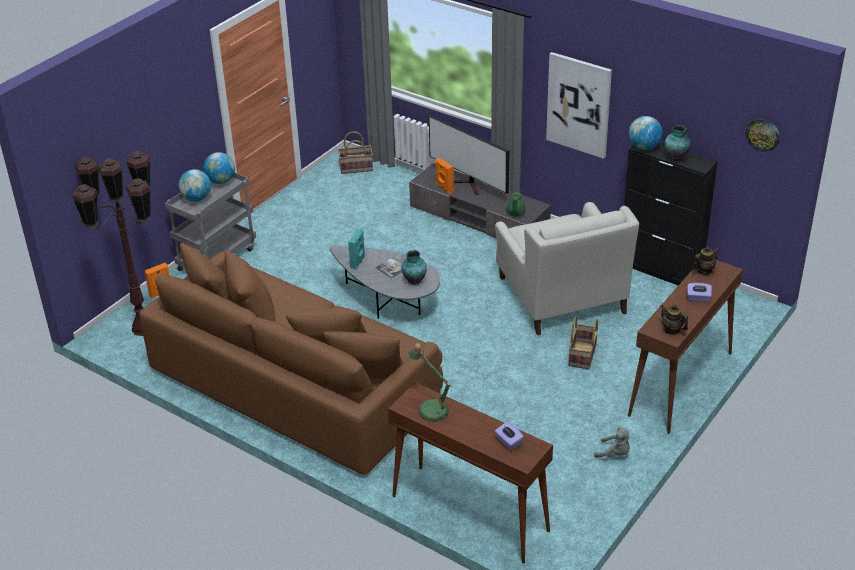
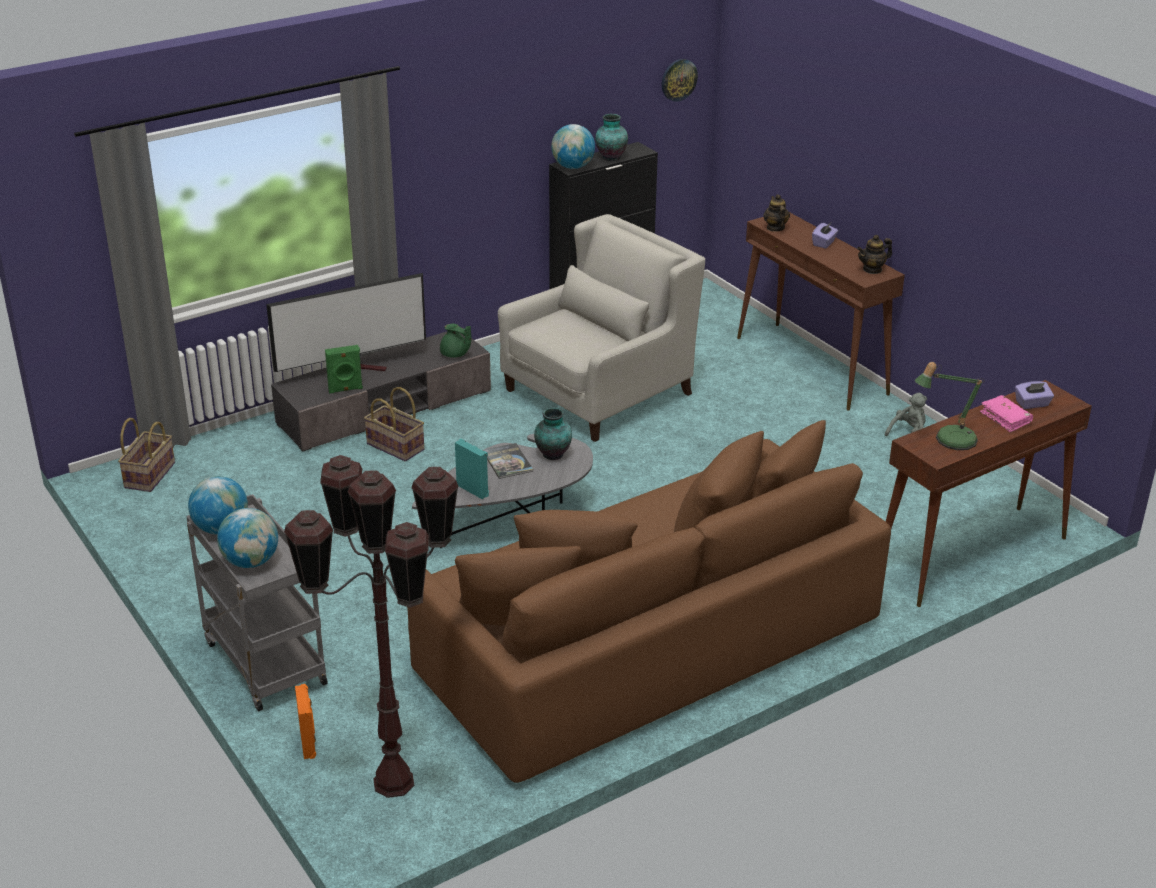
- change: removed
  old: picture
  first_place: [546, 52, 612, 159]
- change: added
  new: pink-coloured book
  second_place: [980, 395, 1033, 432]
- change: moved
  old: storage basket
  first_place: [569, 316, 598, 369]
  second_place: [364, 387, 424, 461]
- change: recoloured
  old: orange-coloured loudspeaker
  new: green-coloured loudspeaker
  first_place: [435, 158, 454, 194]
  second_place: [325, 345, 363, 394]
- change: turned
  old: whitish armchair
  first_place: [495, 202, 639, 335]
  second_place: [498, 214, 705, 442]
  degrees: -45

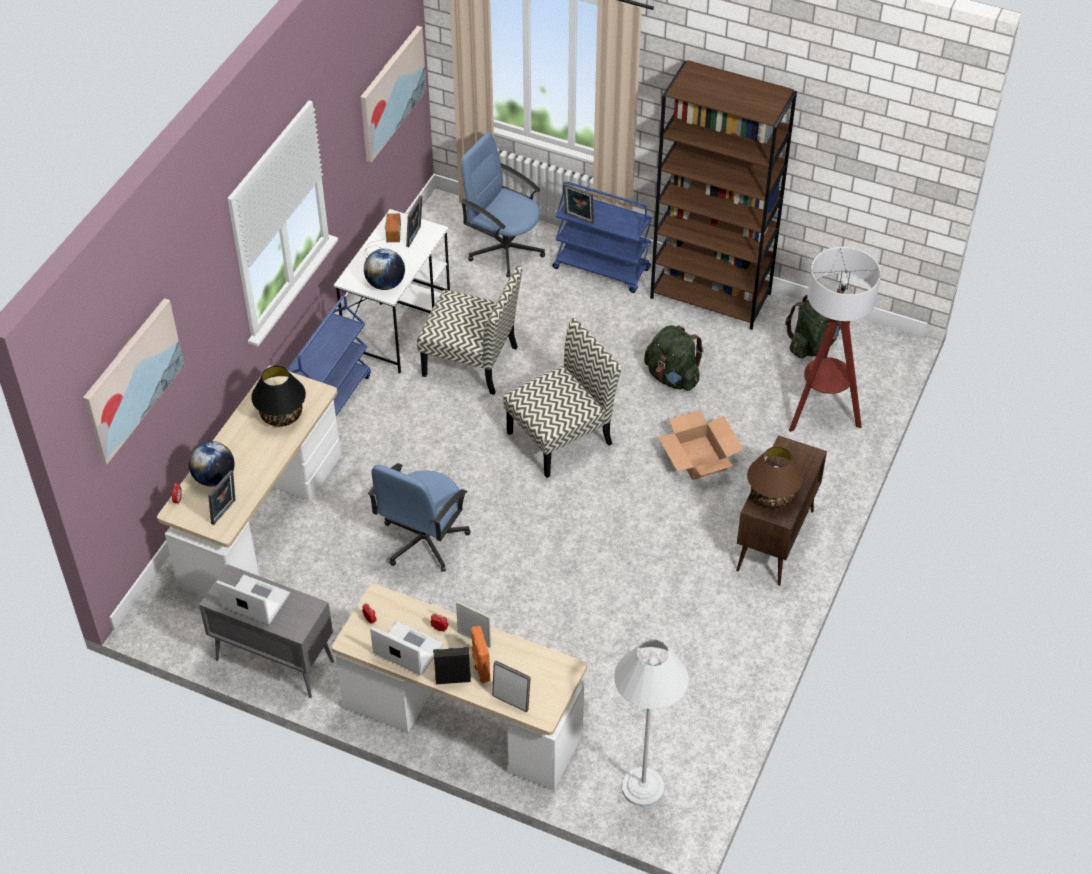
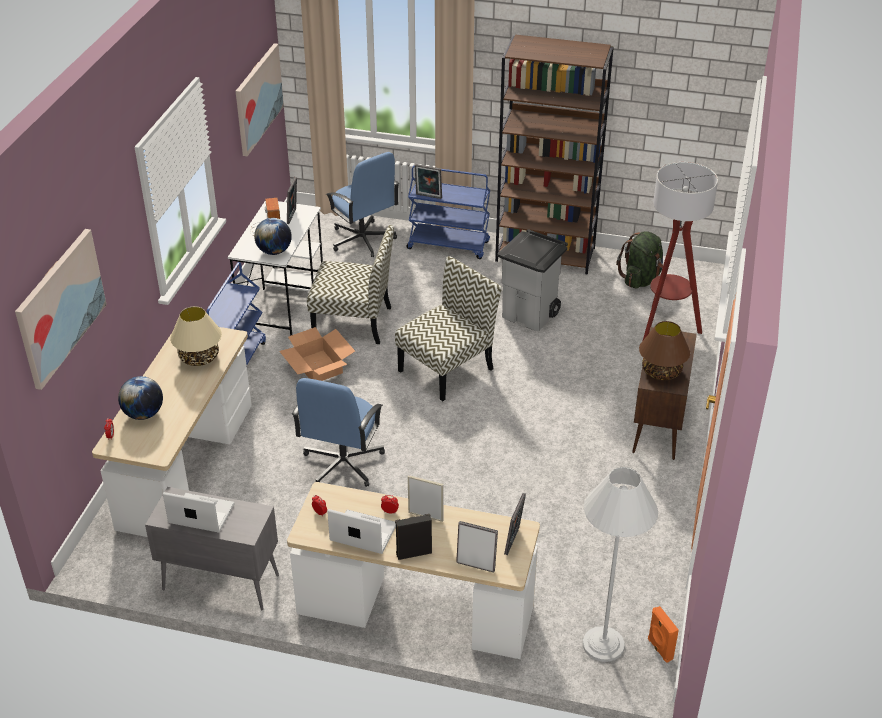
- change: moved
  old: standing frame
  first_place: [208, 470, 235, 525]
  second_place: [504, 493, 526, 555]
- change: moved
  old: orange-coloured loudspeaker
  first_place: [471, 626, 490, 683]
  second_place: [648, 606, 679, 663]
- change: moved
  old: cardboard box
  first_place: [658, 410, 743, 480]
  second_place: [279, 327, 355, 381]
- change: replaced
  old: green-coloured knapsack
  new: greyish rubbish bin
  first_place: [644, 325, 704, 391]
  second_place: [497, 229, 568, 331]
- change: recoloured
  old: black lamp for a table
  new: beige lamp for a table
  first_place: [251, 366, 306, 427]
  second_place: [170, 306, 222, 366]
- change: turned
  old: blue office chair
  first_place: [460, 133, 545, 278]
  second_place: [326, 152, 399, 257]
  degrees: -150

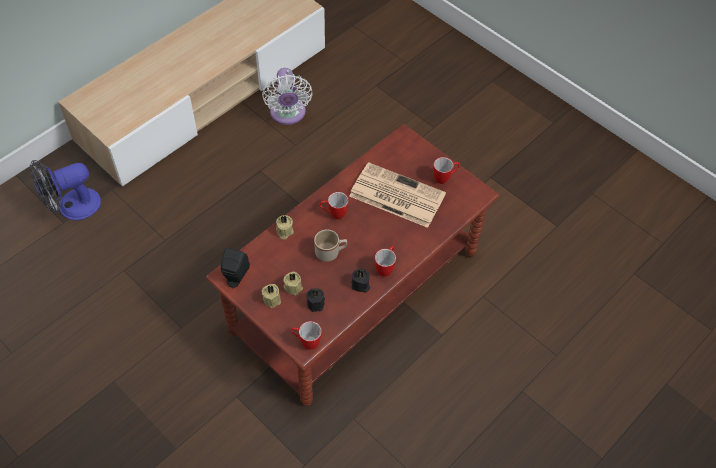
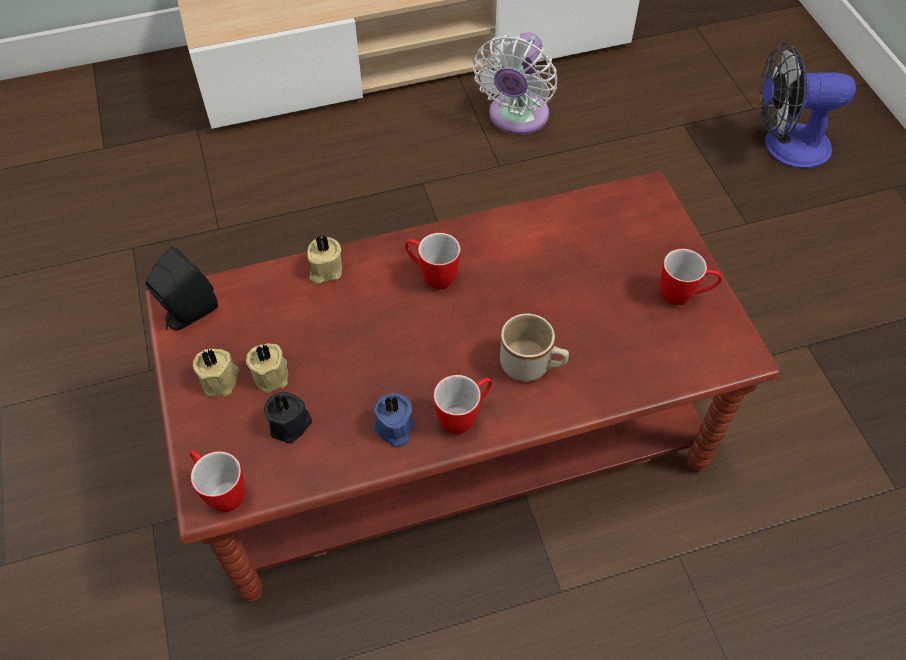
- change: removed
  old: daily paper
  first_place: [349, 162, 446, 228]
- change: moved
  old: cooling fan
  first_place: [30, 160, 101, 220]
  second_place: [759, 43, 856, 169]
- change: moved
  old: beige coffee mug
  first_place: [314, 230, 347, 262]
  second_place: [500, 313, 569, 381]
- change: recoloured
  old: black candle
  new: blue candle
  first_place: [352, 269, 370, 293]
  second_place: [374, 393, 415, 447]

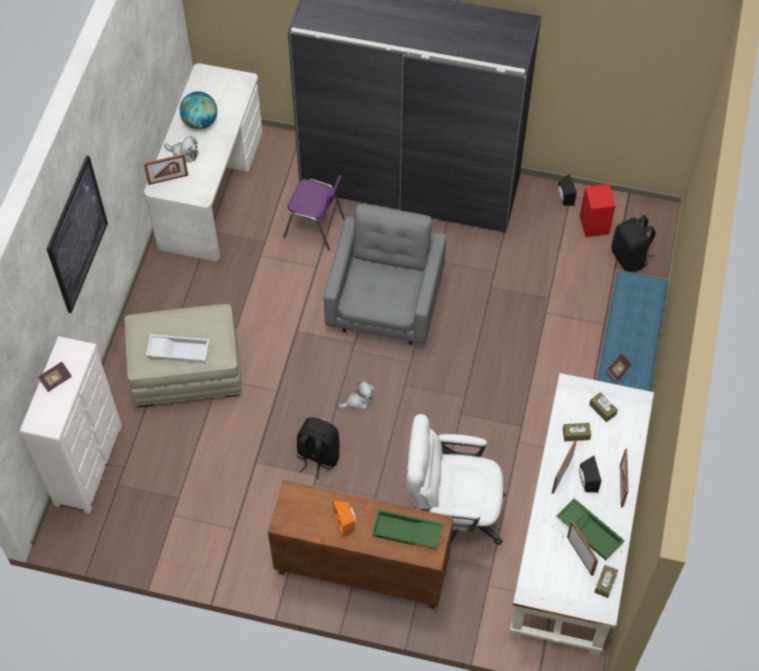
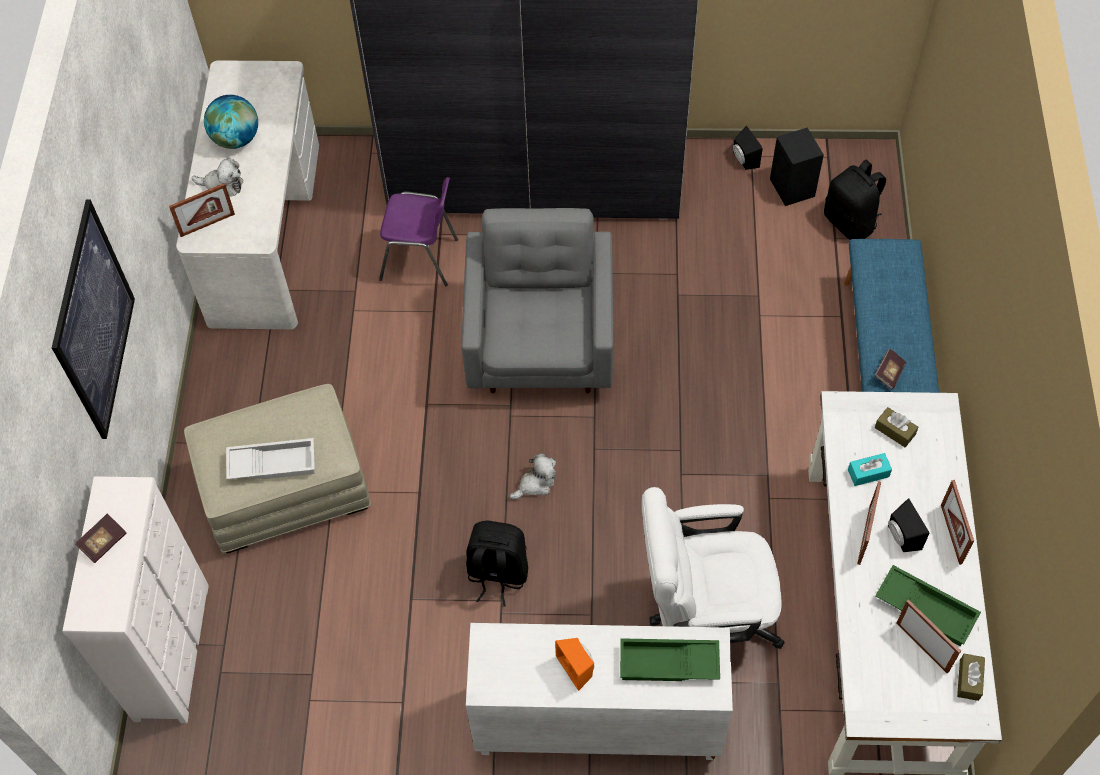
- change: recoloured
  old: brown-coloured cabinet
  new: whitish cabinet
  first_place: [268, 480, 453, 609]
  second_place: [466, 623, 733, 760]
- change: recoloured
  old: brown-coloured box of tissues
  new: turquoise box of tissues
  first_place: [563, 423, 591, 441]
  second_place: [848, 453, 892, 486]
- change: recoloured
  old: red loudspeaker
  new: black loudspeaker
  first_place: [580, 184, 616, 237]
  second_place: [770, 128, 824, 206]

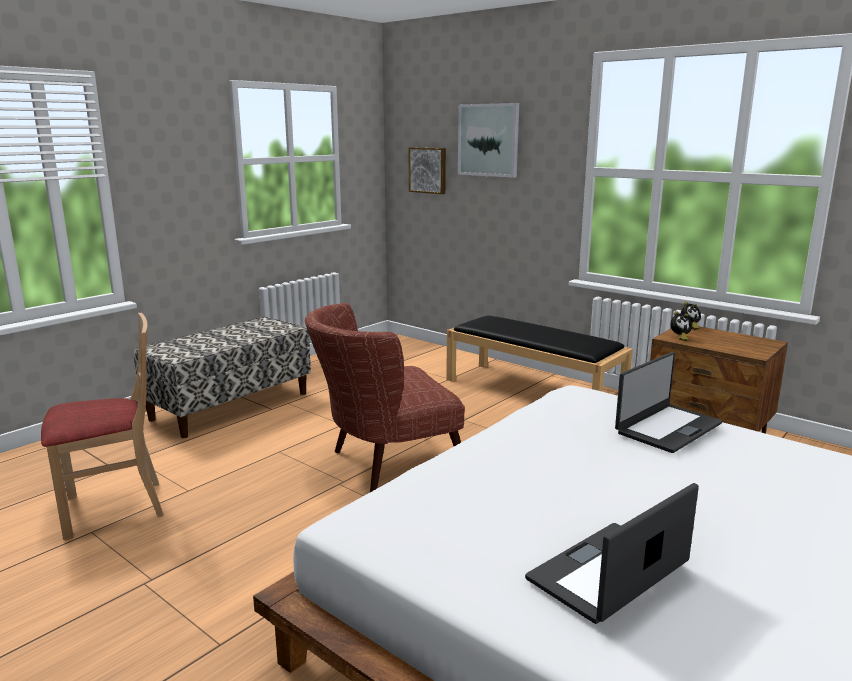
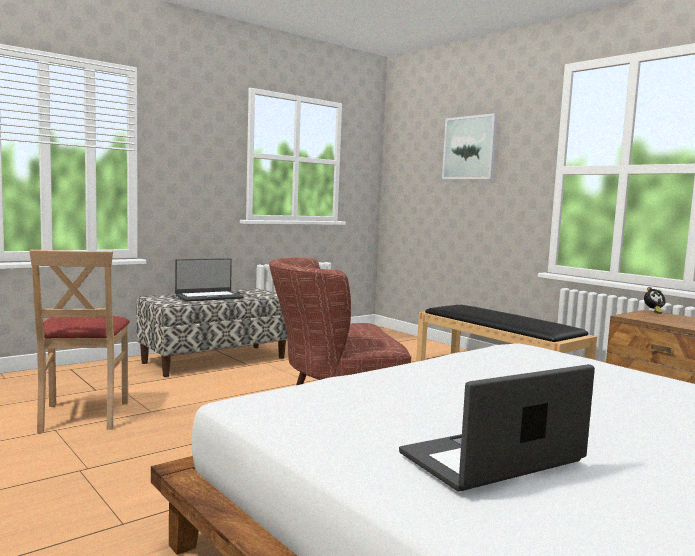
- change: removed
  old: picture
  first_place: [408, 147, 446, 194]
- change: removed
  old: table clock
  first_place: [670, 311, 692, 341]
- change: moved
  old: laptop
  first_place: [615, 352, 722, 453]
  second_place: [175, 258, 244, 302]
- change: turned
  old: beige upright chair
  first_place: [41, 313, 164, 540]
  second_place: [29, 250, 130, 433]
  degrees: 90

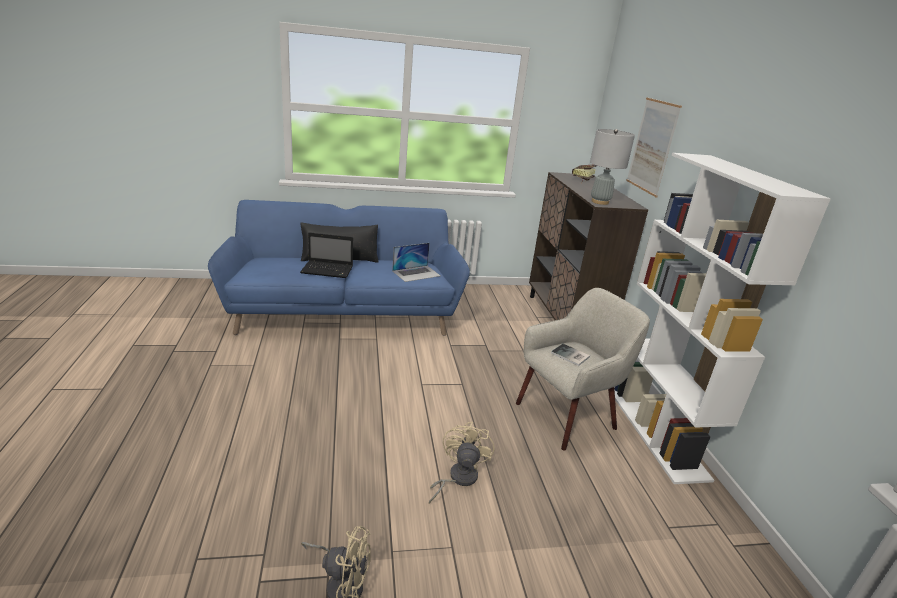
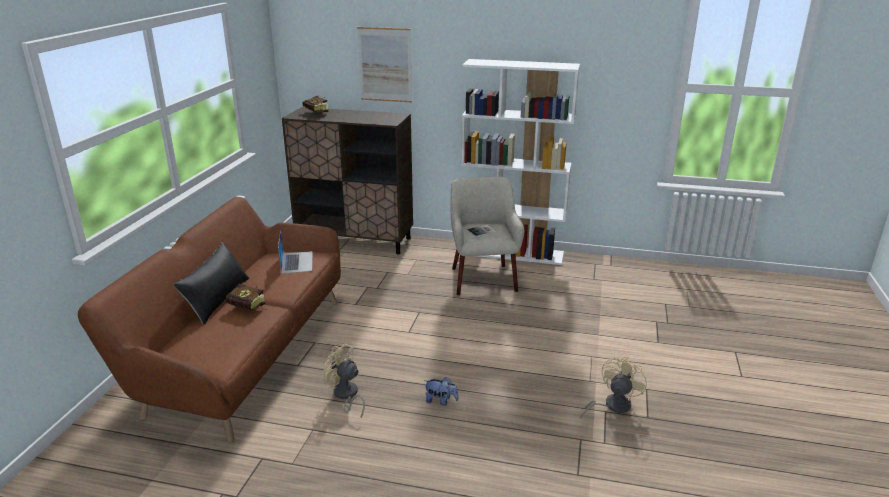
- change: removed
  old: greyish lamp for a table
  first_place: [590, 129, 635, 205]
- change: added
  new: soft toy
  second_place: [424, 377, 459, 406]
- change: moved
  old: beige cooling fan
  first_place: [429, 422, 494, 504]
  second_place: [322, 344, 365, 418]
- change: replaced
  old: laptop
  new: book
  first_place: [300, 232, 353, 278]
  second_place: [225, 283, 269, 311]
- change: recoloured
  old: blue sofa
  new: brown-coloured sofa
  first_place: [208, 200, 470, 336]
  second_place: [78, 197, 341, 443]

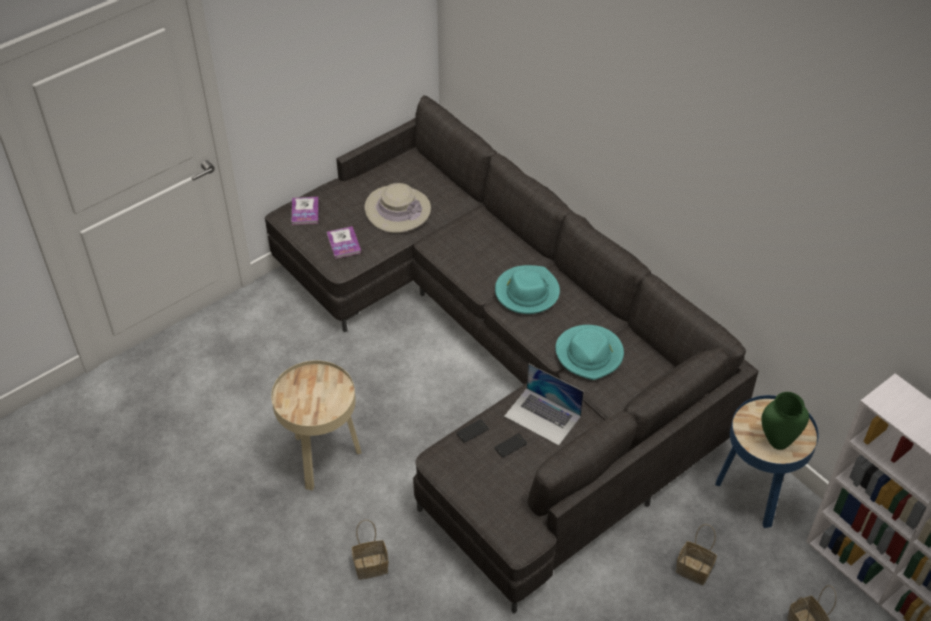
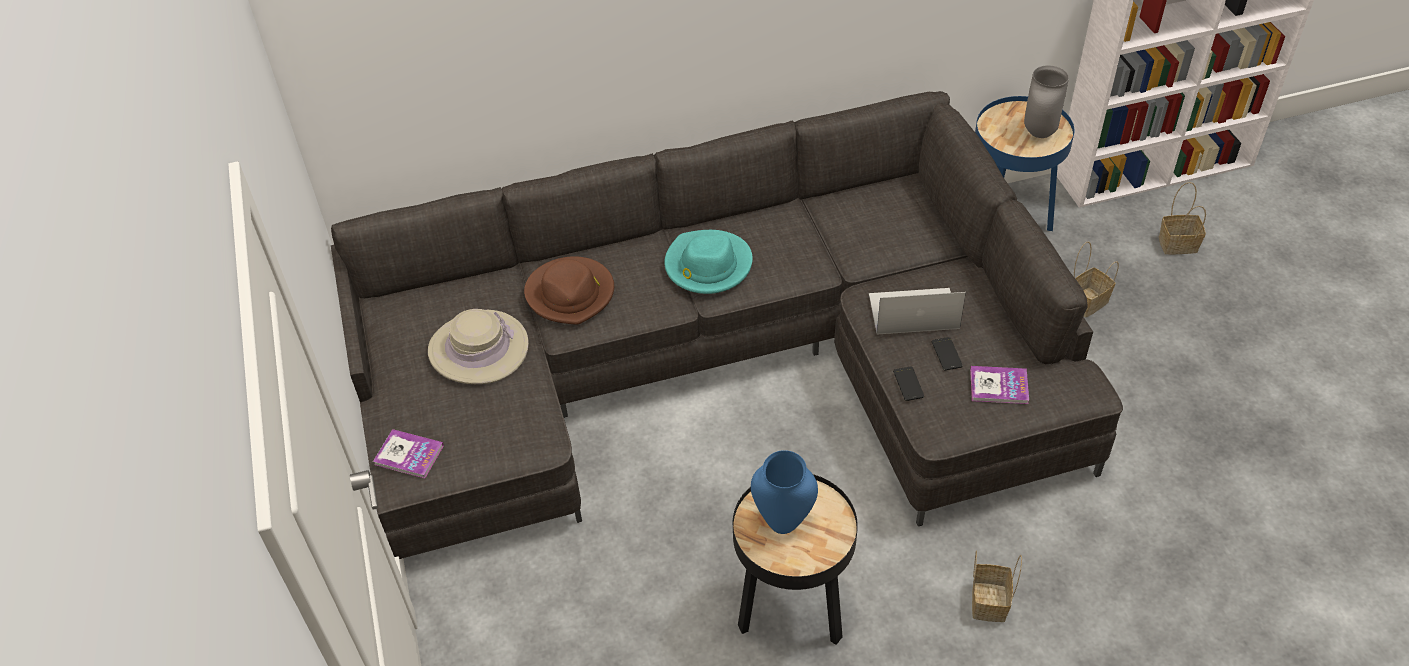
- change: removed
  old: turquoise hat
  first_place: [555, 325, 624, 380]
- change: added
  new: brown-coloured hat
  second_place: [524, 256, 614, 325]
- change: added
  new: blue vase
  second_place: [751, 450, 818, 534]
- change: moved
  old: book
  first_place: [327, 226, 361, 259]
  second_place: [970, 366, 1029, 404]
- change: recoloured
  old: beige side table
  new: black side table
  first_place: [271, 361, 362, 491]
  second_place: [733, 474, 858, 645]
- change: recoloured
  old: green-coloured vase
  new: greyish vase
  first_place: [761, 392, 809, 450]
  second_place: [1024, 65, 1069, 138]
- change: turned
  old: laptop
  first_place: [504, 363, 584, 445]
  second_place: [869, 288, 966, 334]
  degrees: -150

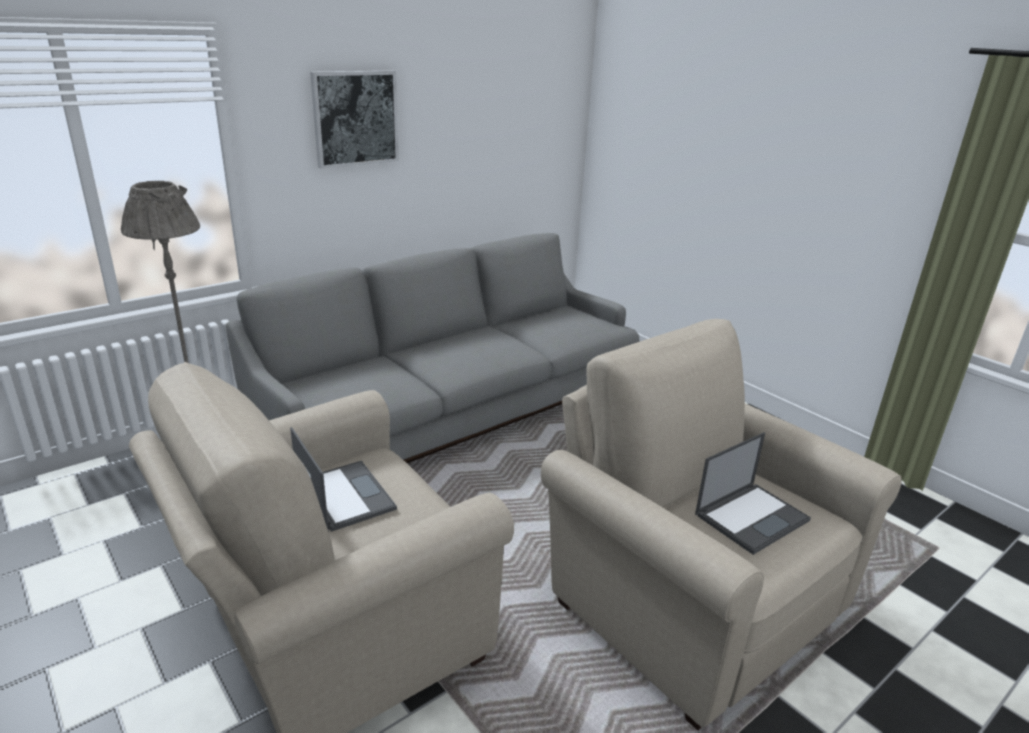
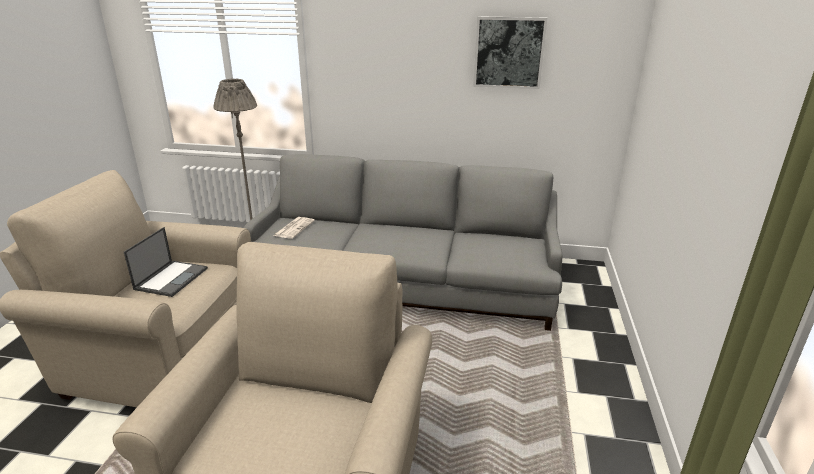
- change: removed
  old: laptop
  first_place: [695, 432, 811, 555]
- change: added
  new: daily paper
  second_place: [273, 217, 315, 239]
- change: moved
  old: picture
  first_place: [310, 71, 399, 169]
  second_place: [473, 16, 547, 89]

